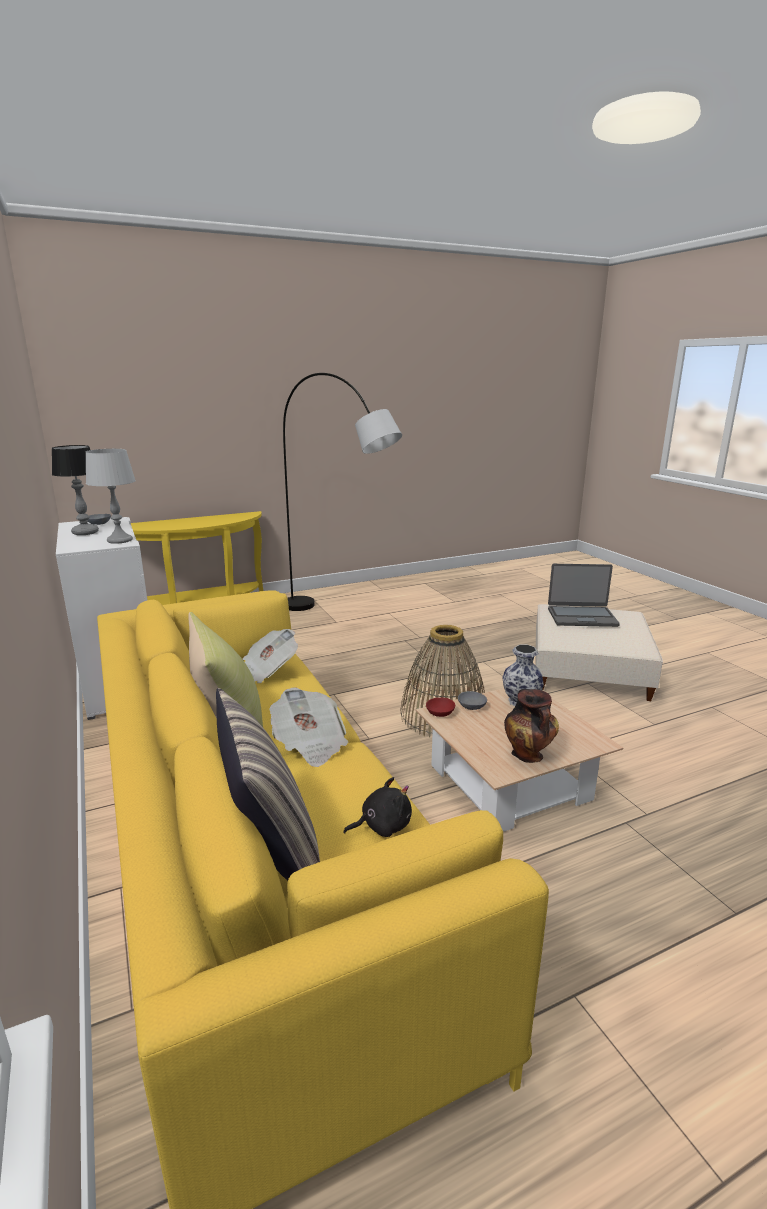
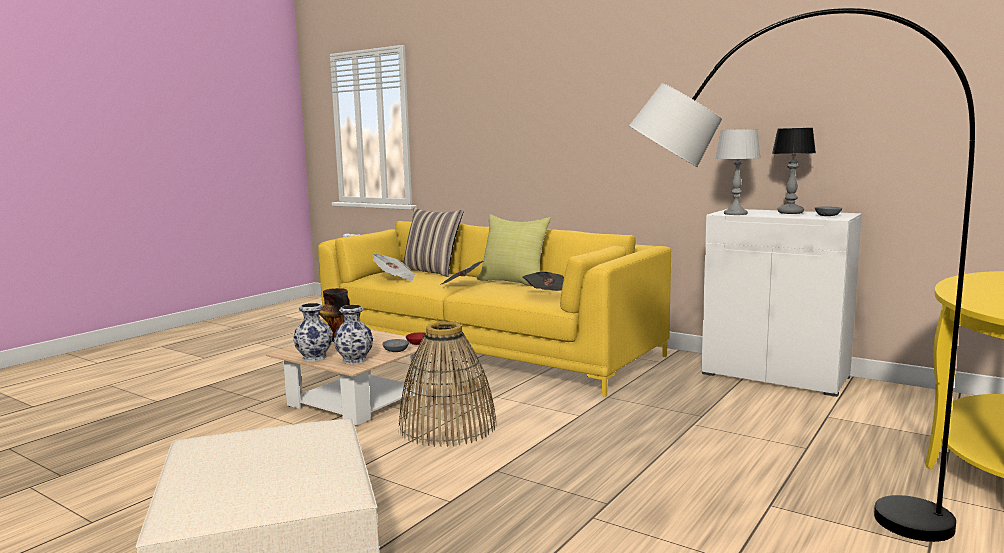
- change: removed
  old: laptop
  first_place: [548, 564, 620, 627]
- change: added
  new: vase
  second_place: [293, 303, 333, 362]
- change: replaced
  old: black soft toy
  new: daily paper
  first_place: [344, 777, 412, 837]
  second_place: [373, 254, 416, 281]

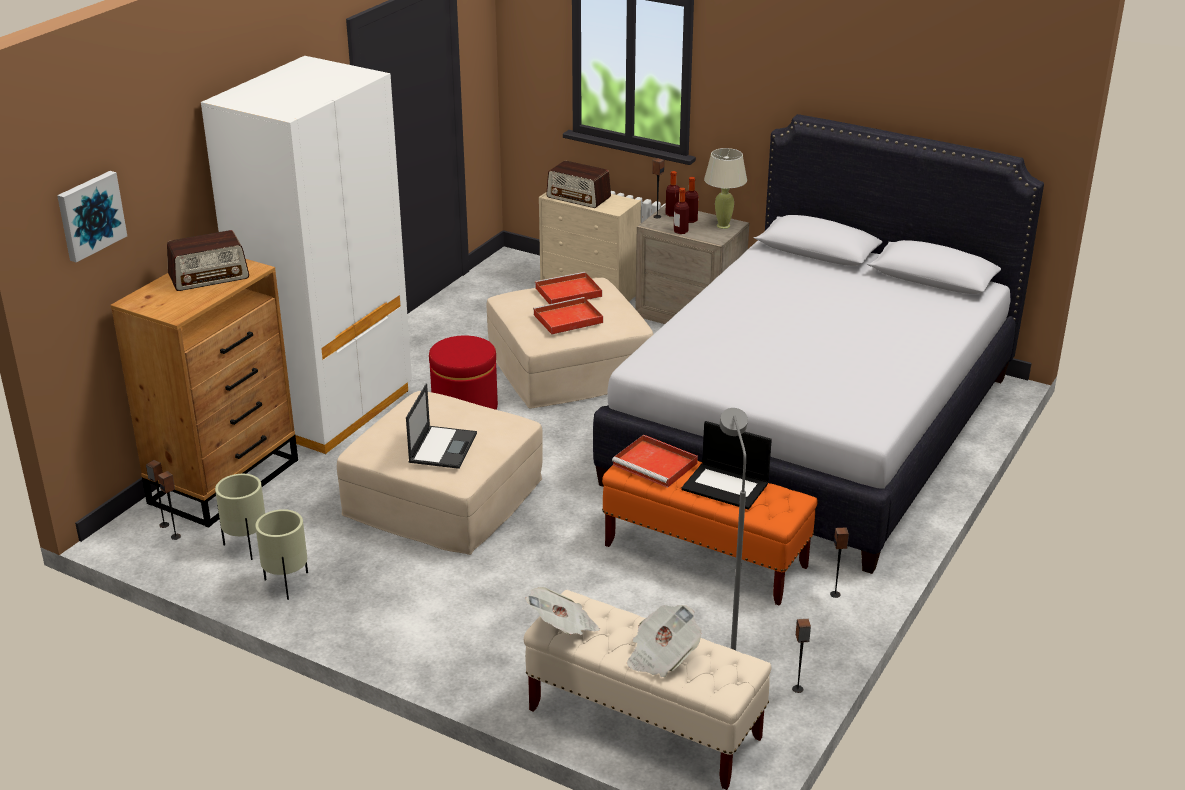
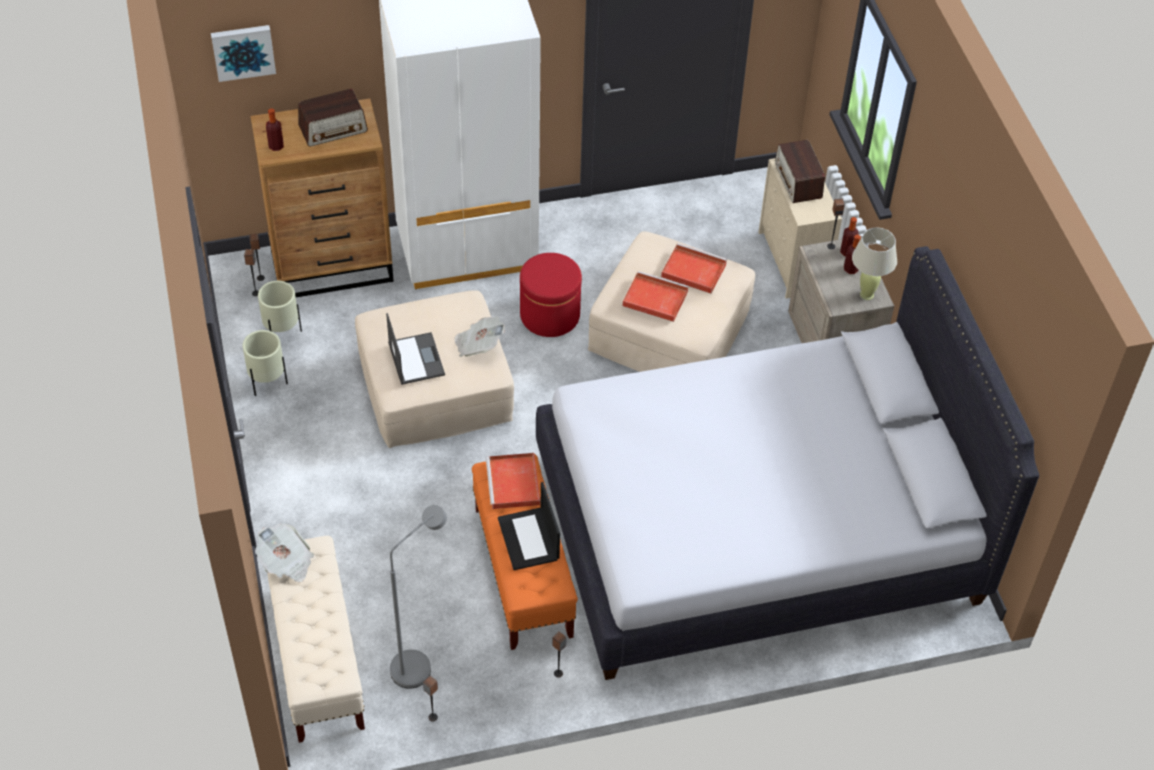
- change: moved
  old: daily paper
  first_place: [627, 605, 701, 677]
  second_place: [454, 316, 505, 357]
- change: moved
  old: drink bottle
  first_place: [674, 188, 689, 234]
  second_place: [266, 108, 284, 151]
- change: turned
  old: radio receiver
  first_place: [167, 230, 249, 291]
  second_place: [298, 89, 368, 147]
  degrees: -45
- change: turned
  old: laptop
  first_place: [406, 383, 477, 469]
  second_place: [386, 313, 445, 385]
  degrees: -75

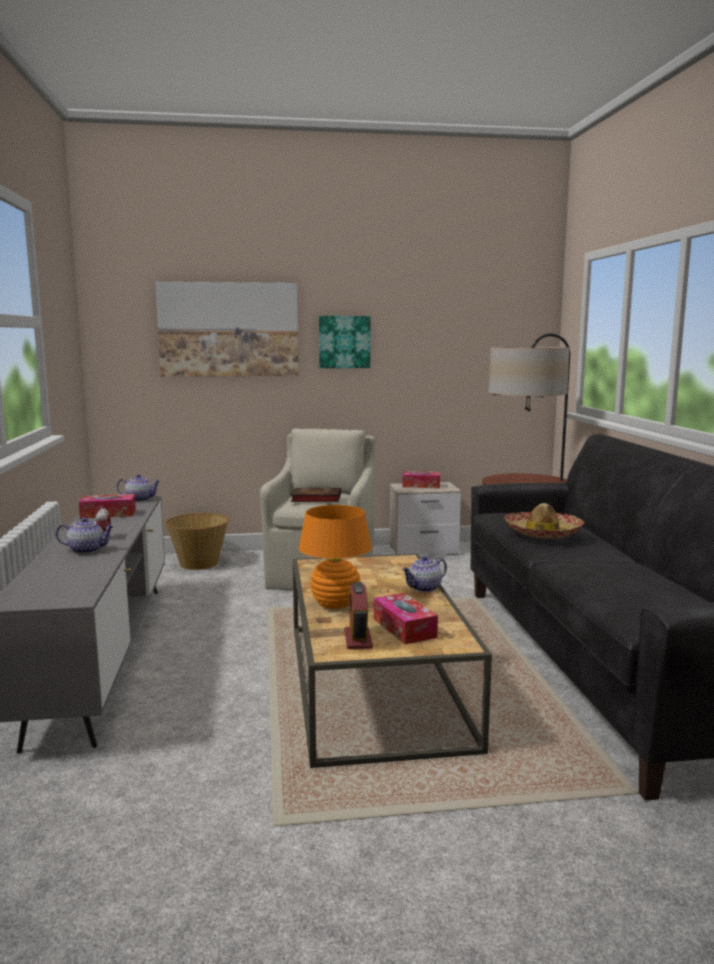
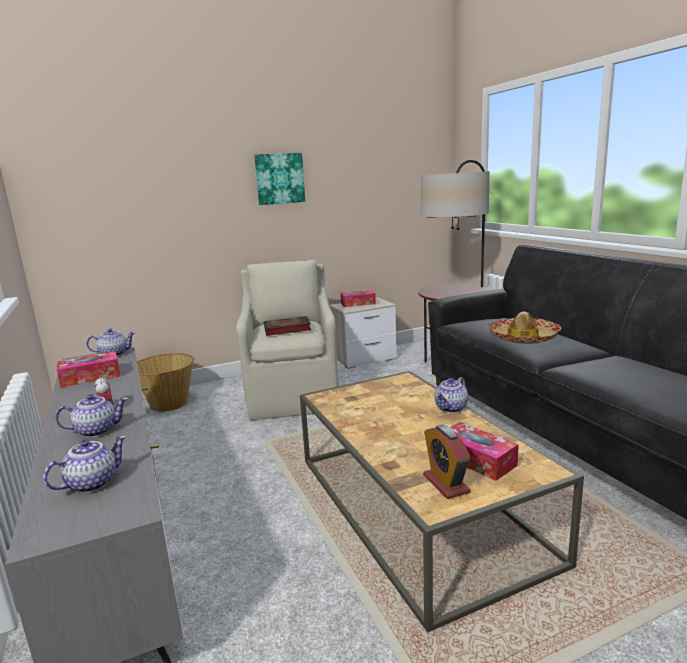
- change: removed
  old: picture
  first_place: [155, 282, 299, 377]
- change: removed
  old: orange-coloured lamp for a table
  first_place: [299, 505, 372, 609]
- change: added
  new: tea pot
  second_place: [43, 436, 127, 493]

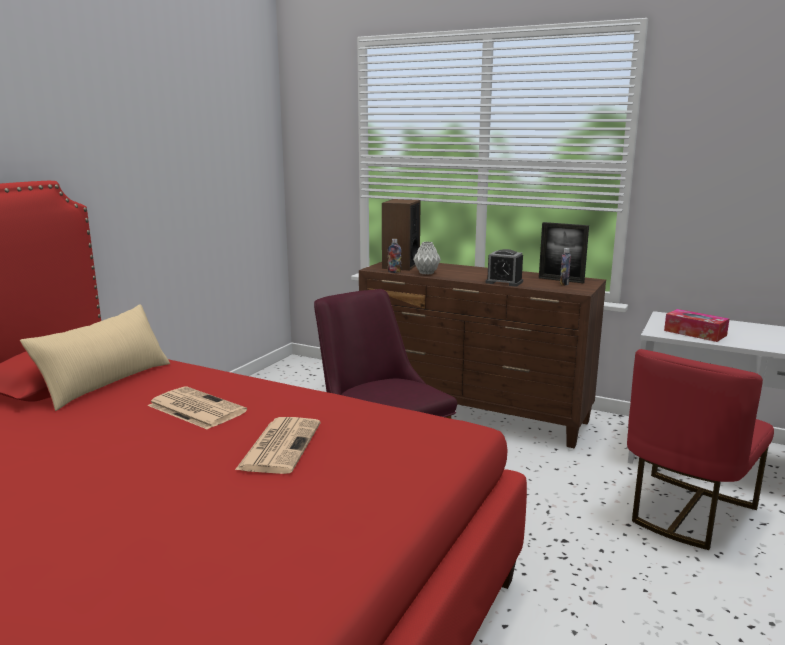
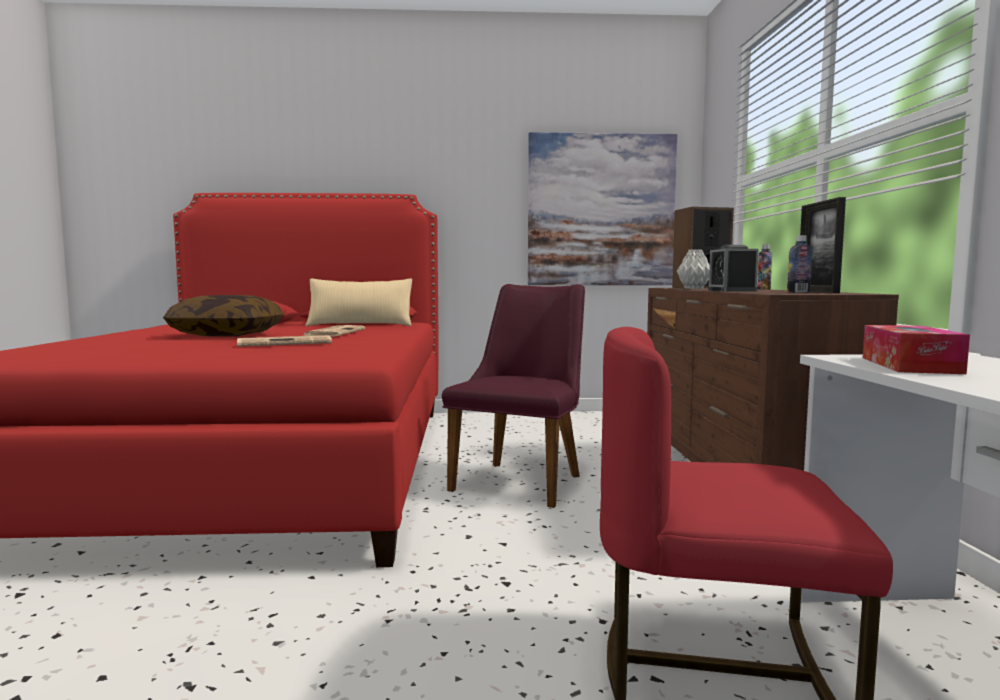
- change: added
  new: cushion
  second_place: [163, 295, 284, 337]
- change: added
  new: picture
  second_place: [528, 132, 677, 285]
- change: moved
  old: drink bottle
  first_place: [388, 239, 401, 273]
  second_place: [757, 244, 772, 290]

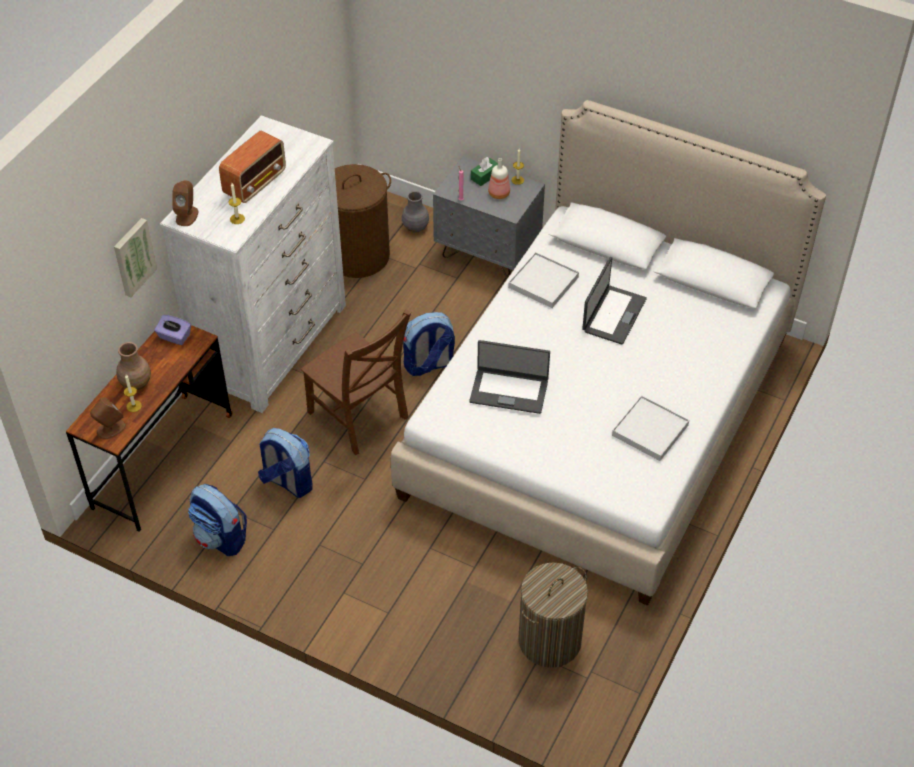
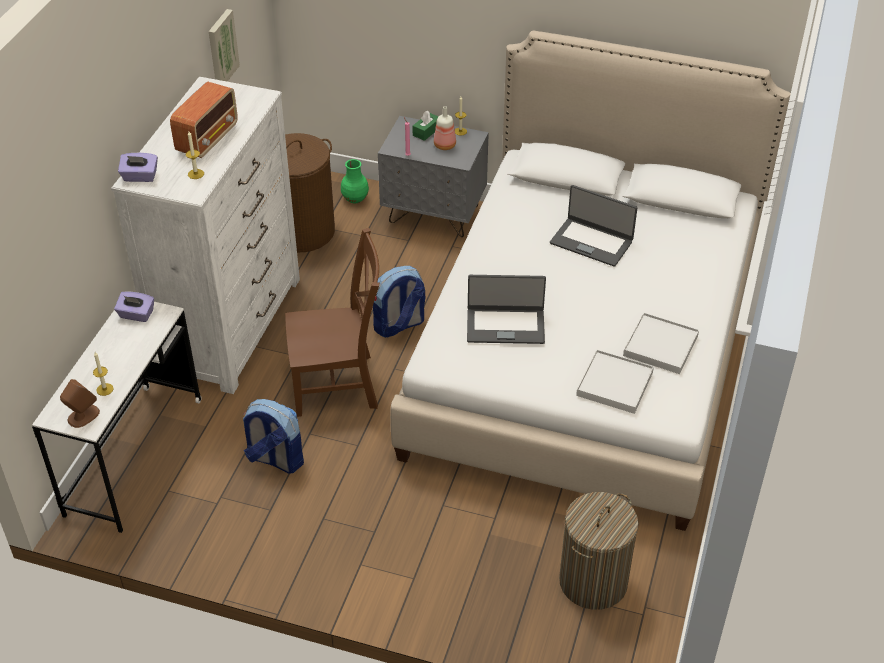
- change: removed
  old: brown-coloured vase
  first_place: [117, 342, 151, 390]
- change: removed
  old: knapsack
  first_place: [188, 484, 247, 556]
- change: moved
  old: picture
  first_place: [114, 218, 157, 297]
  second_place: [208, 9, 240, 82]
- change: moved
  old: whitish tray
  first_place: [508, 252, 579, 308]
  second_place: [576, 350, 654, 414]
- change: replaced
  old: brown-coloured loudspeaker
  new: purple box of tissues
  first_place: [172, 180, 198, 226]
  second_place: [118, 153, 158, 182]
- change: recoloured
  old: brown-coloured desk
  new: whitish desk
  first_place: [66, 325, 232, 532]
  second_place: [32, 302, 201, 533]
- change: recoloured
  old: greyish vase
  new: green-coloured vase
  first_place: [402, 191, 429, 233]
  second_place: [341, 159, 369, 203]
- change: turned
  old: brown-coloured upright chair
  first_place: [301, 310, 411, 455]
  second_place: [285, 228, 380, 417]
  degrees: -45
- change: turned
  old: laptop
  first_place: [582, 257, 647, 345]
  second_place: [550, 185, 637, 267]
  degrees: 105

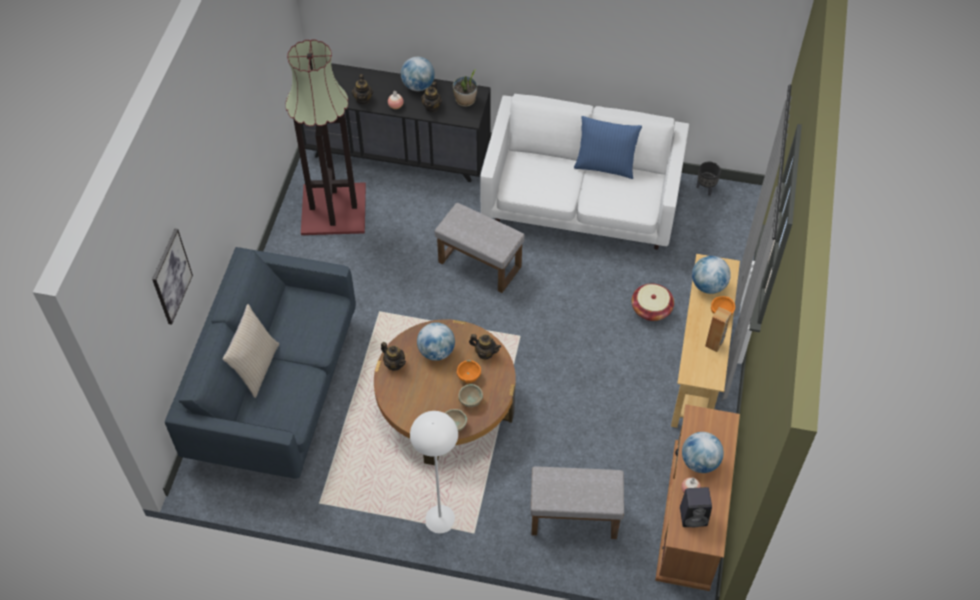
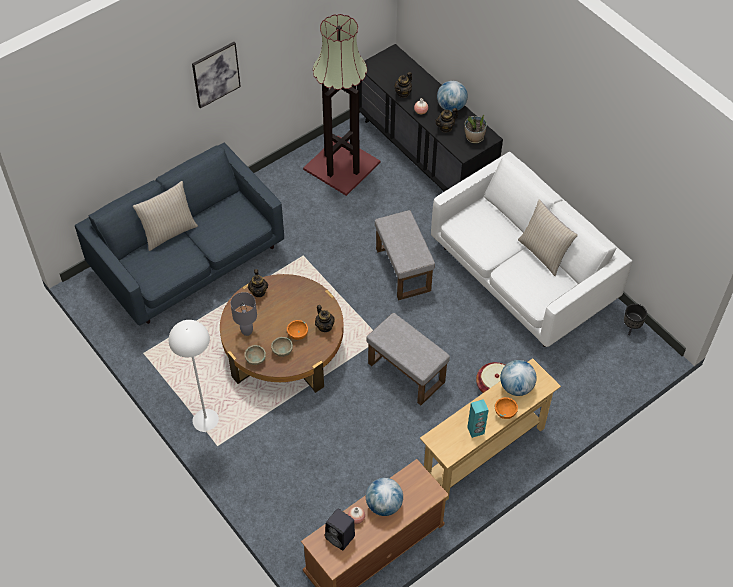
- change: removed
  old: world globe
  first_place: [417, 323, 455, 361]
- change: added
  new: greyish lamp for a table
  second_place: [231, 292, 257, 336]
- change: moved
  old: picture
  first_place: [152, 229, 193, 325]
  second_place: [192, 42, 241, 108]
- change: moved
  old: greyish footrest
  first_place: [530, 466, 624, 539]
  second_place: [367, 313, 450, 405]
- change: recoloured
  old: blue cushion
  new: beige cushion
  first_place: [574, 116, 642, 179]
  second_place: [518, 199, 578, 276]
- change: recoloured
  old: brown-coloured loudspeaker
  new: turquoise loudspeaker
  first_place: [705, 307, 732, 352]
  second_place: [467, 399, 489, 438]

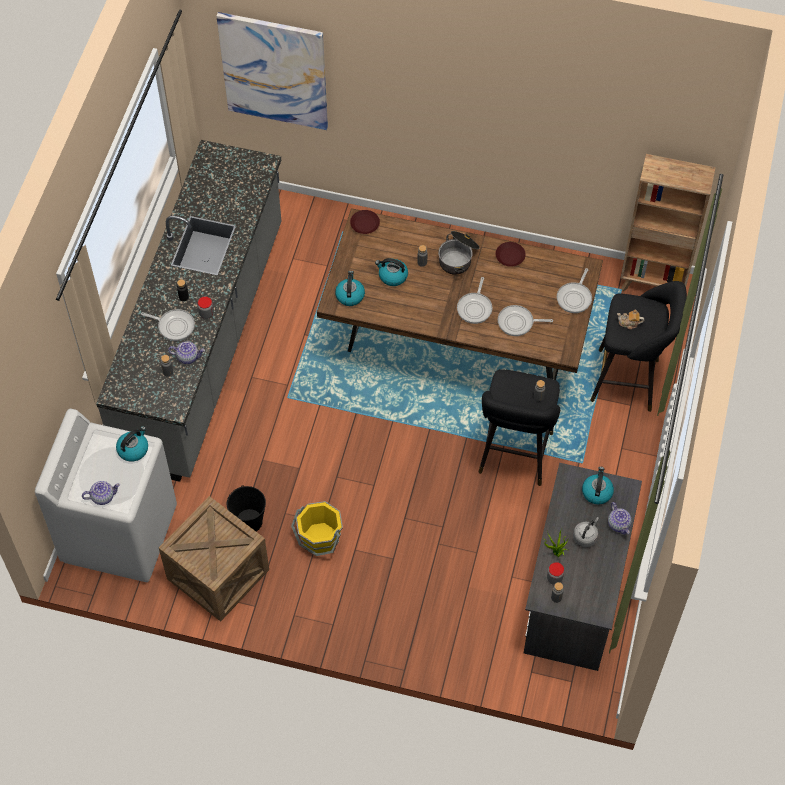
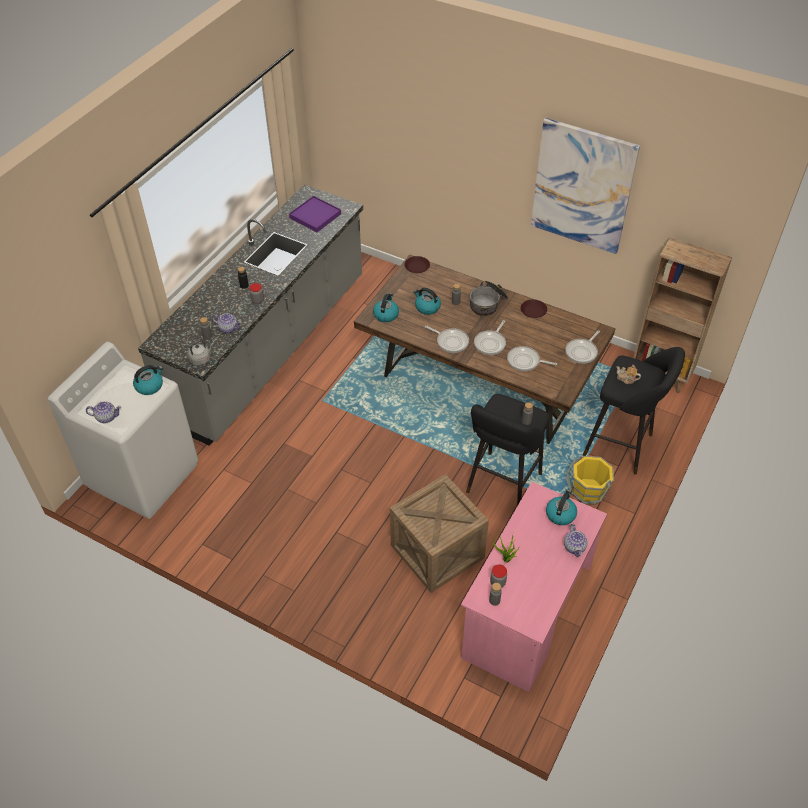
- change: removed
  old: black pail
  first_place: [227, 485, 266, 531]
- change: added
  new: purple tray
  second_place: [289, 196, 341, 232]
- change: moved
  old: frying pan
  first_place: [141, 309, 195, 341]
  second_place: [425, 325, 469, 353]
- change: moved
  old: crate
  first_place: [159, 496, 269, 622]
  second_place: [390, 474, 489, 593]
- change: moved
  old: picture
  first_place: [216, 12, 328, 130]
  second_place: [531, 118, 640, 254]
- change: moved
  old: yellowish pail
  first_place: [291, 501, 343, 556]
  second_place: [566, 456, 614, 505]
- change: moved
  old: greyish tea kettle
  first_place: [573, 517, 599, 547]
  second_place: [188, 340, 214, 366]
- change: recoloured
  old: greyish desk
  new: pink-coloured desk
  first_place: [524, 463, 642, 671]
  second_place: [461, 482, 607, 692]

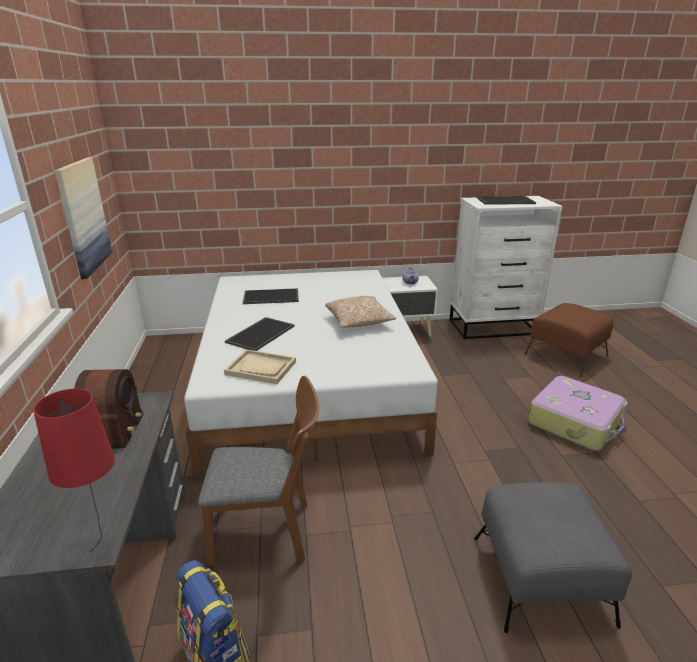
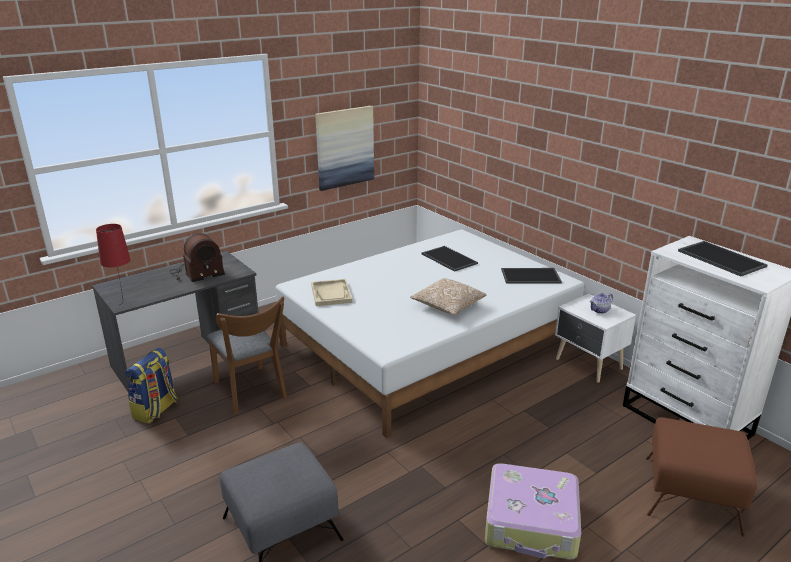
- change: moved
  old: tray
  first_place: [225, 317, 295, 351]
  second_place: [501, 268, 562, 284]

